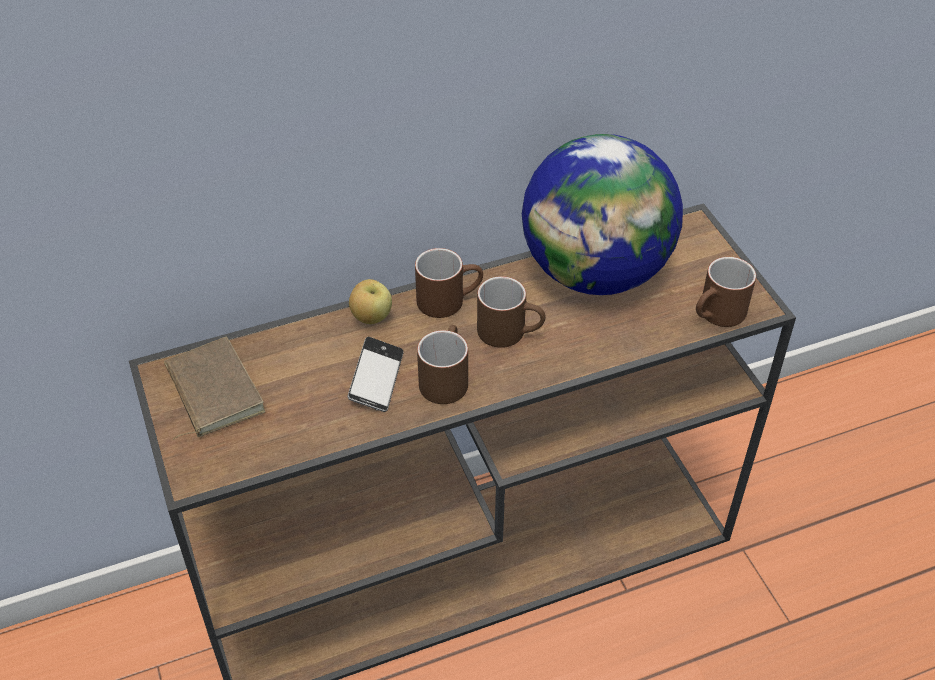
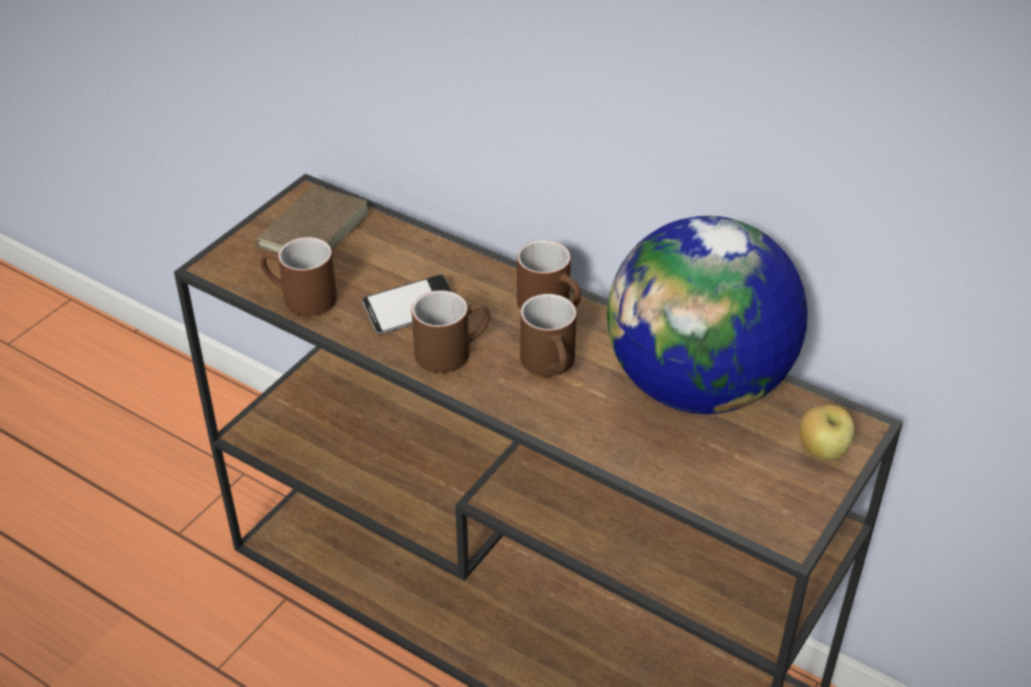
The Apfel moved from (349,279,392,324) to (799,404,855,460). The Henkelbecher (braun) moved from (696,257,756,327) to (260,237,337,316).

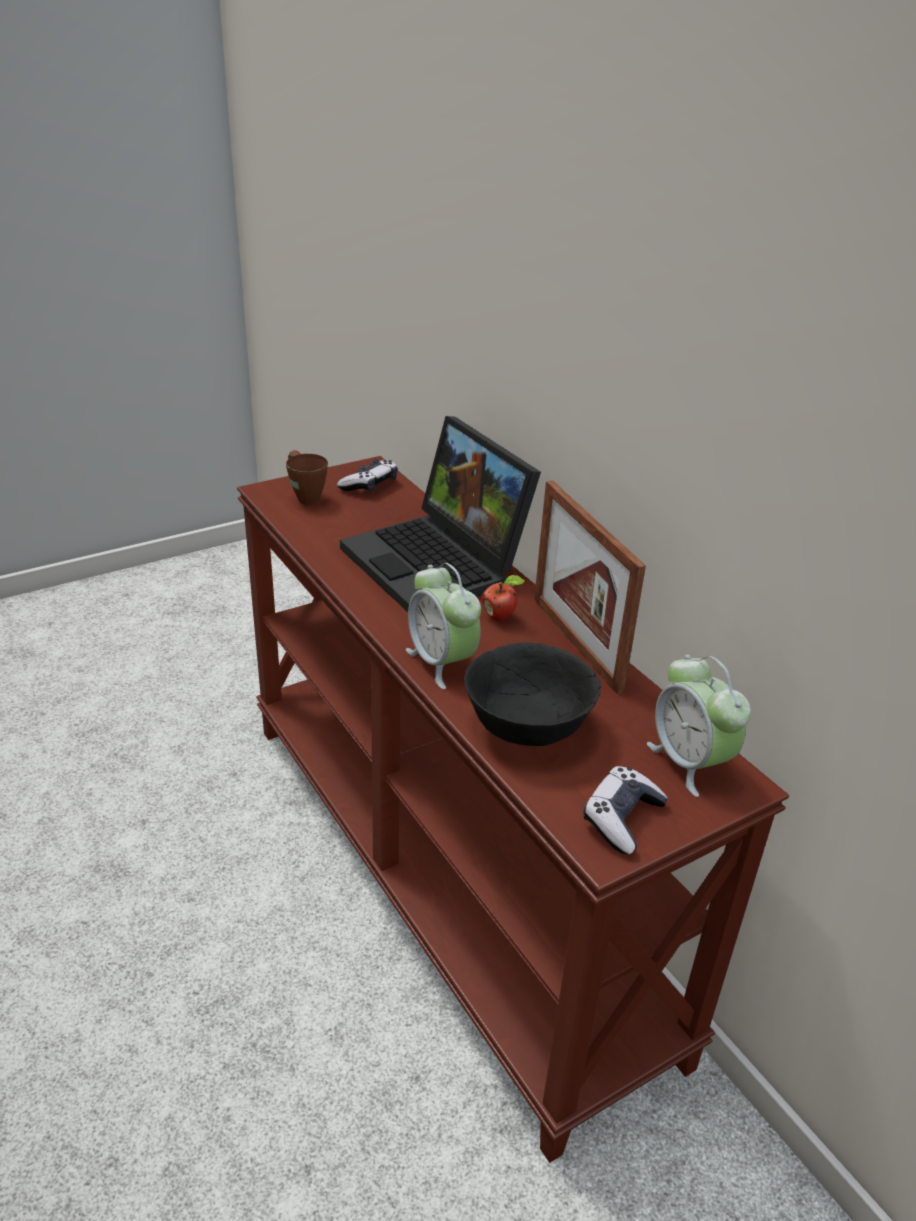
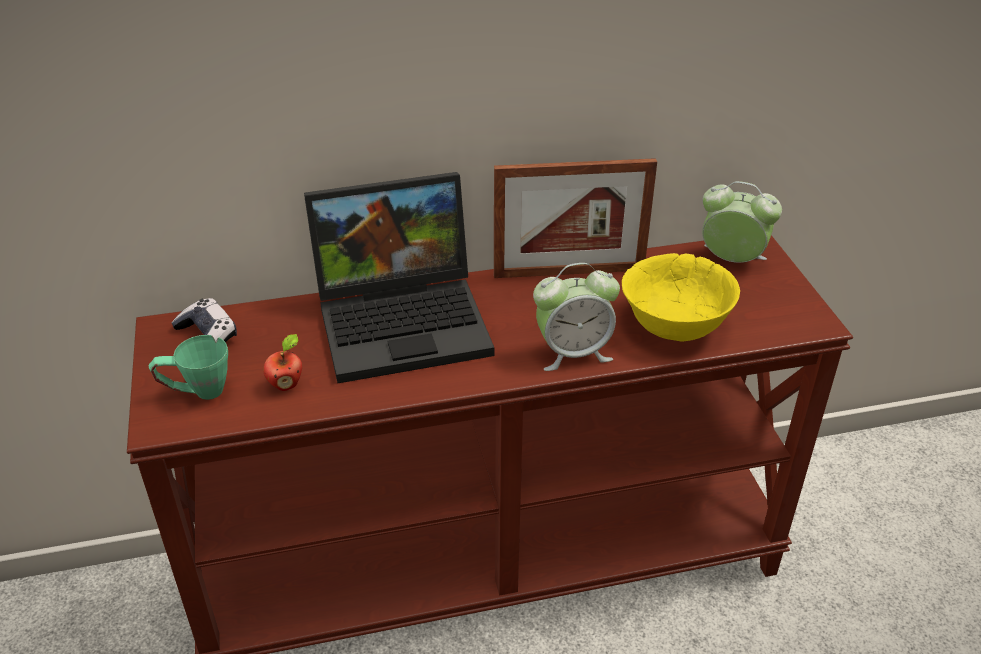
The Henkelbecher (braun) at (286,450,328,505) became the Henkelbecher (grün) at (148,335,228,400). The Schüssel (schwarz) at (464,642,601,746) became the Schüssel (gelb) at (622,253,740,341). The Apfel moved from (482,575,525,622) to (263,334,302,391). The Gamepad at (583,766,668,855) disappeared. The Wecker at (647,655,751,797) turned 150 degrees counterclockwise.

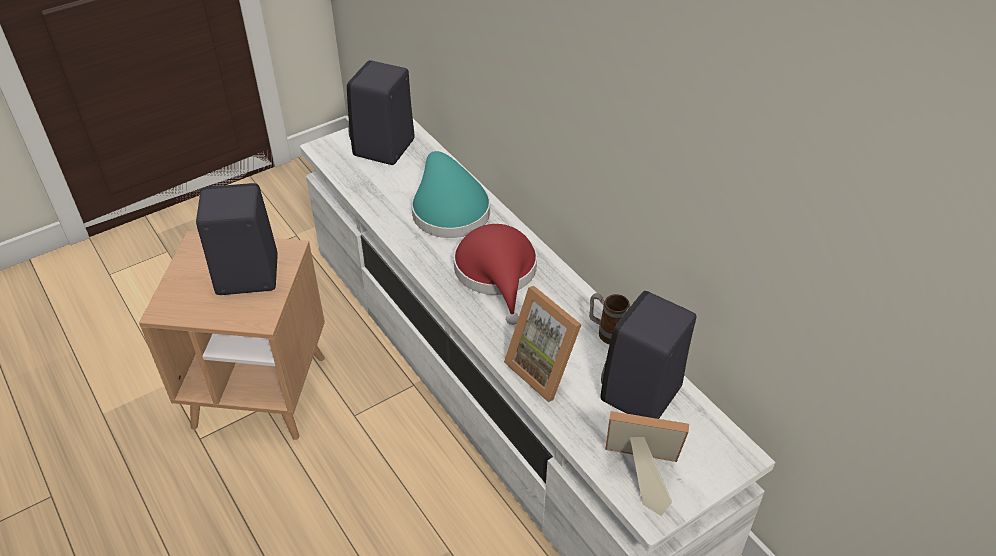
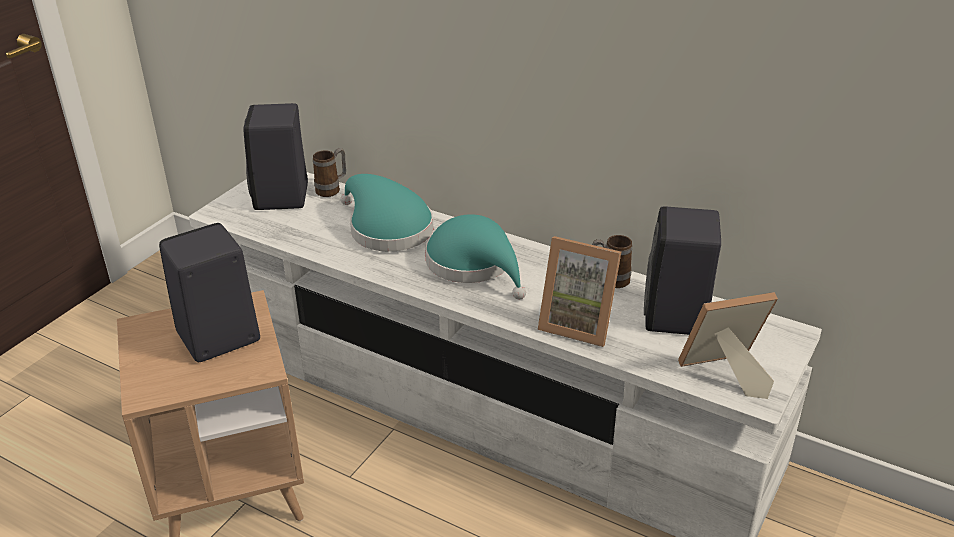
The Hut (rot) at (454,224,537,325) became the Hut (türkis) at (425,214,526,299). The Henkelbecher at (313,148,346,197) appeared.

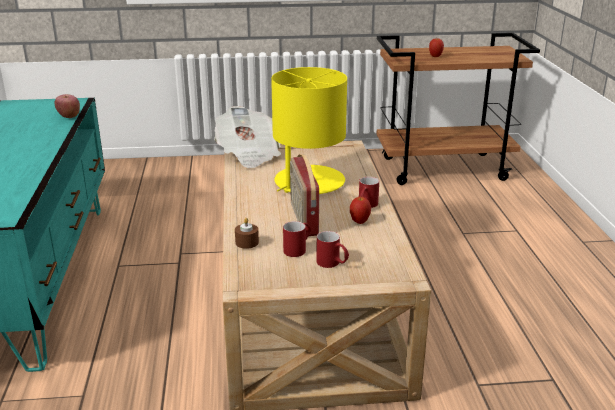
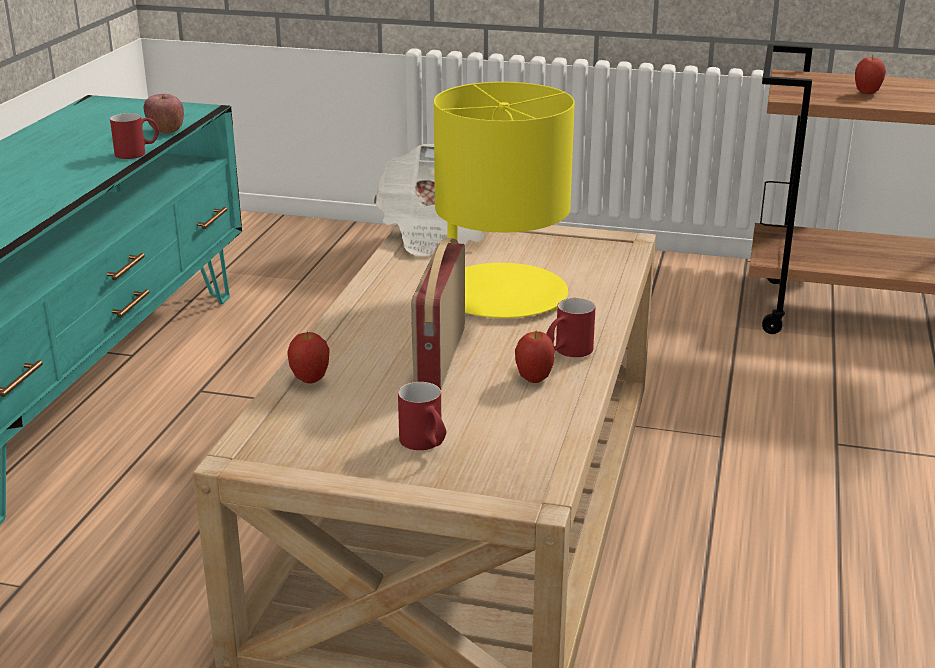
The Kerze (braun) at (235,218,259,249) was replaced by the Apfel at (287,332,329,383). The Henkelbecher (rot) moved from (283,221,311,257) to (110,113,159,159).

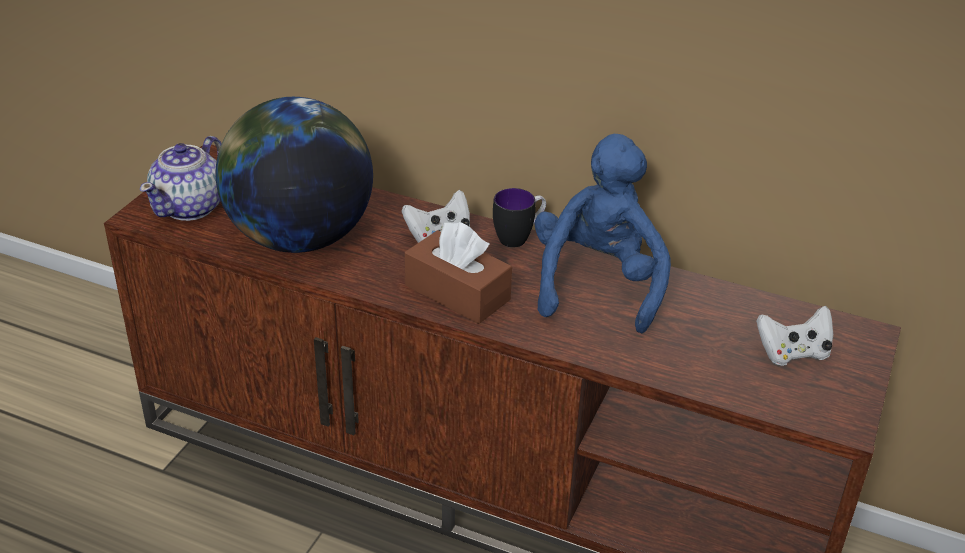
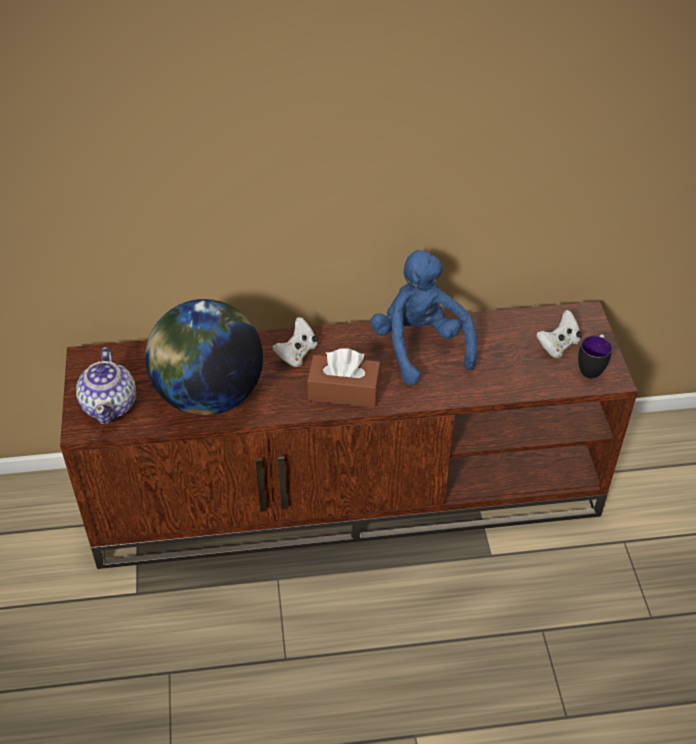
The Henkelbecher moved from (493,188,546,248) to (578,334,612,379).

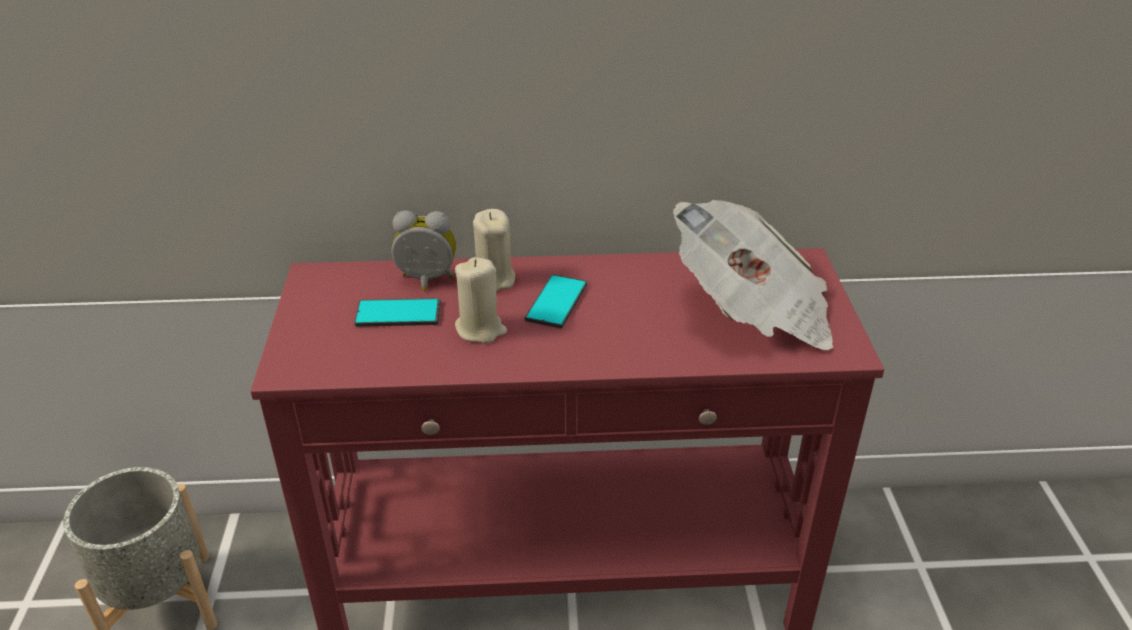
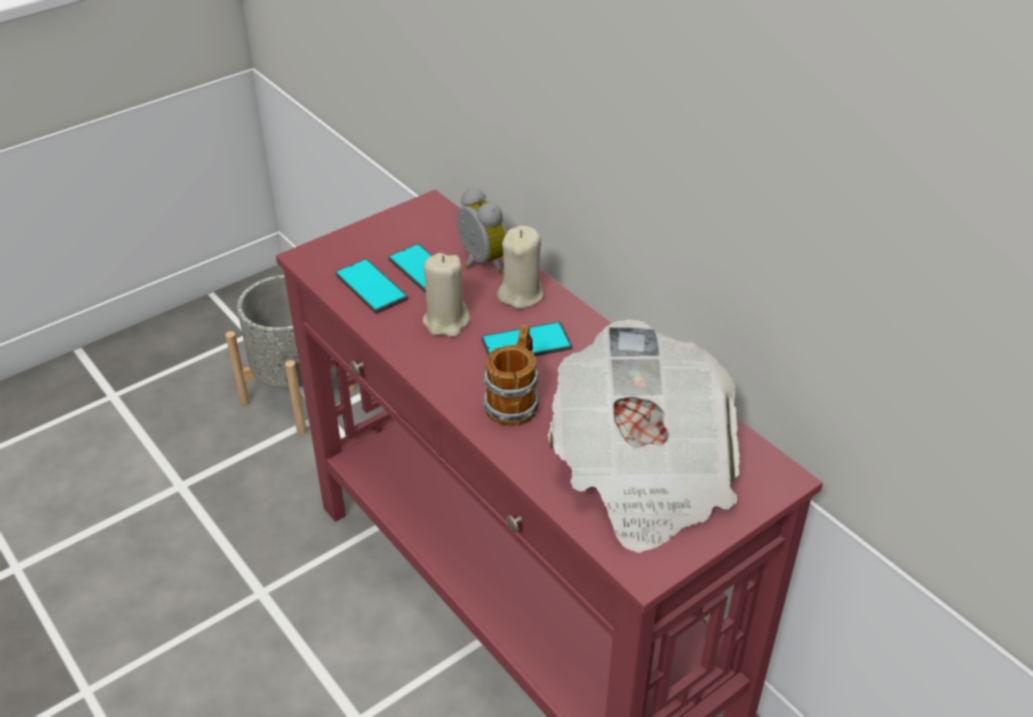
The Handy at (335,259,408,314) appeared. The Henkelbecher at (483,325,540,426) appeared.

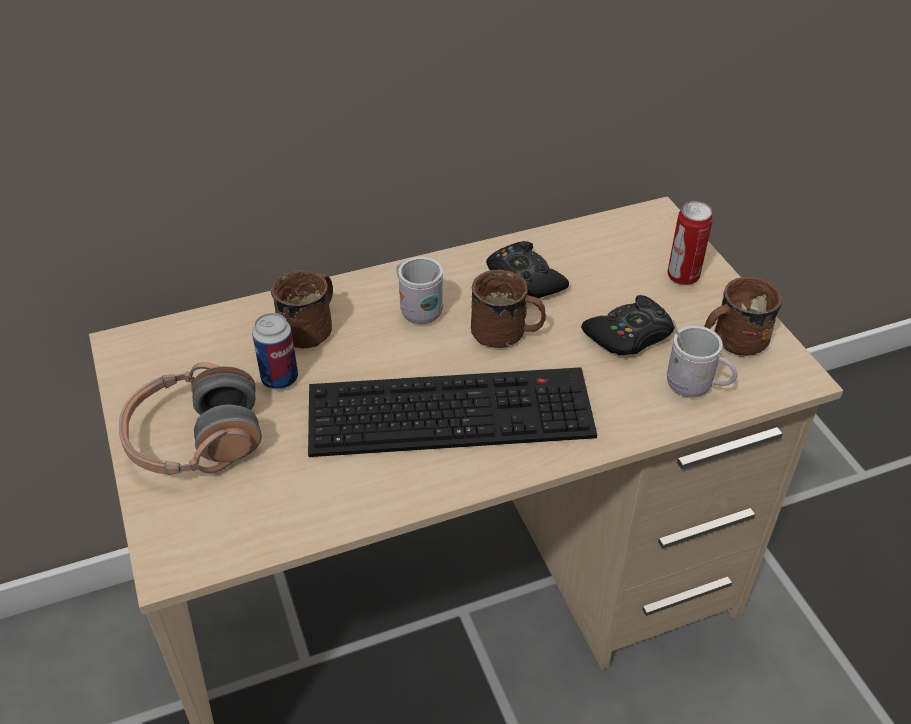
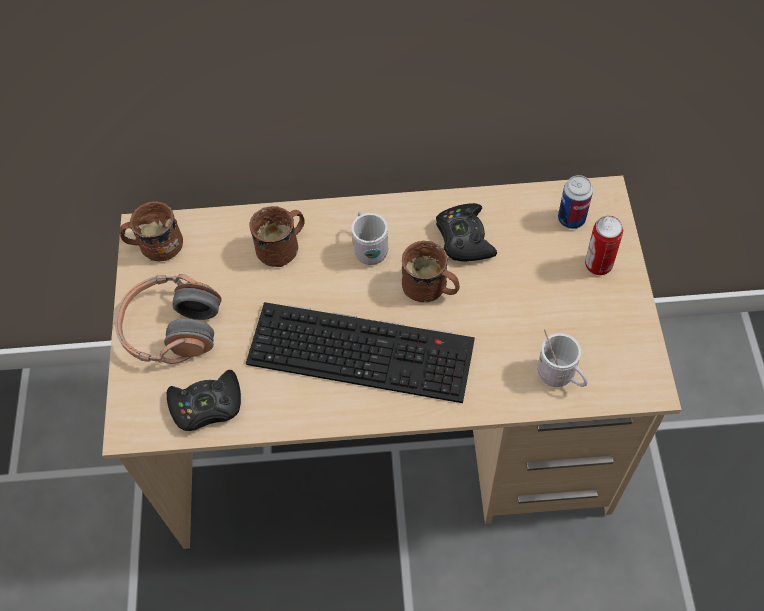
The Dose moved from (252,313,298,390) to (558,175,593,229). The Gamepad (schwarz) moved from (581,295,675,355) to (167,370,241,431). The Henkelbecher (braun) moved from (704,277,782,357) to (120,201,183,261).

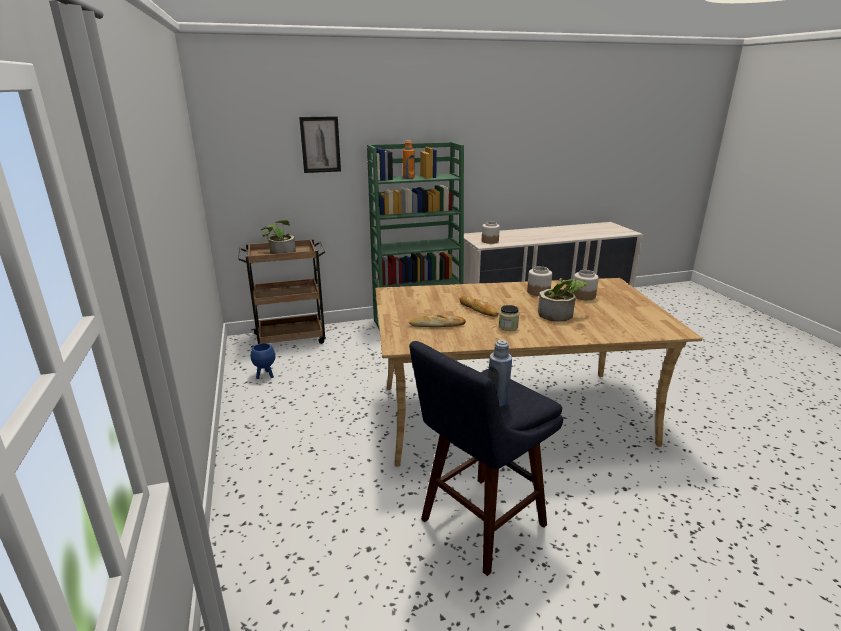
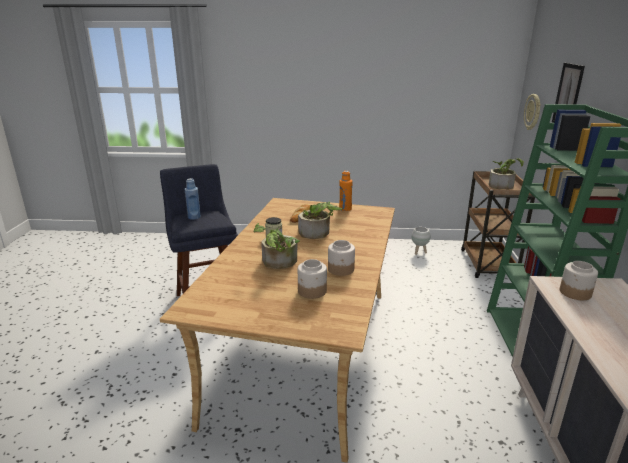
The Pflanzkübel (blau) at (251,343,275,379) became the Pflanzkübel (weiß) at (412,227,430,255). The Flasche (orange) moved from (403,141,415,179) to (339,171,352,211). The Brot at (459,296,499,317) was replaced by the Topfpflanze at (298,201,343,239). The Wanduhr at (524,94,541,130) appeared.

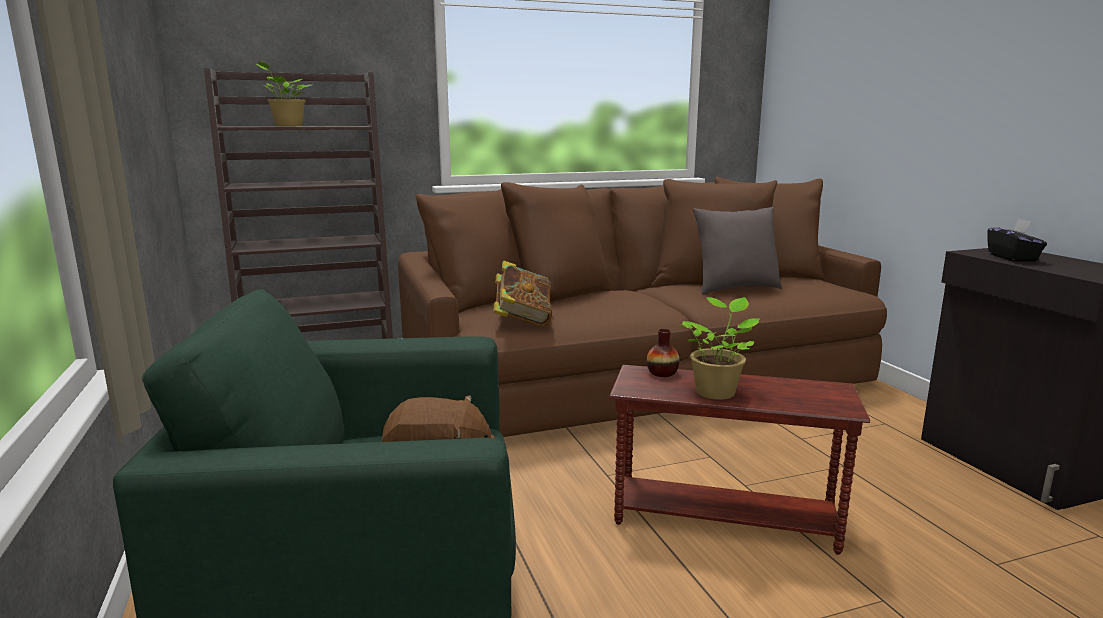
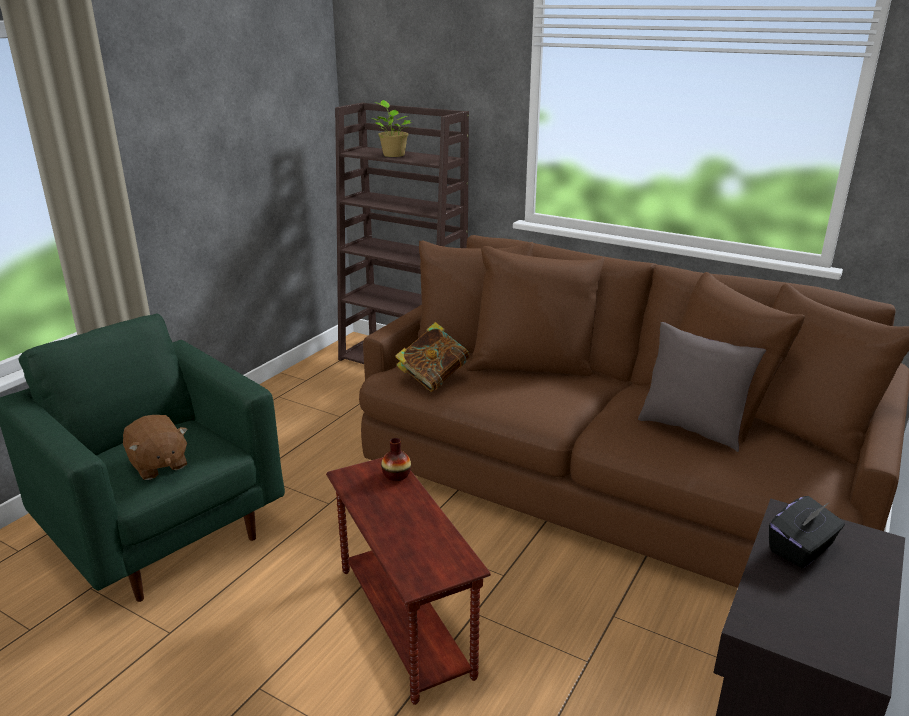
The Topfpflanze at (680,297,759,400) disappeared.

